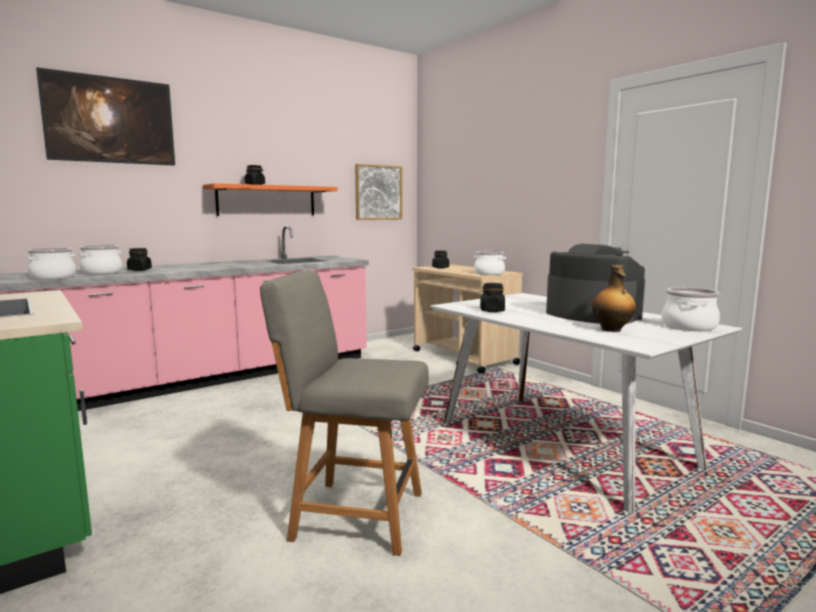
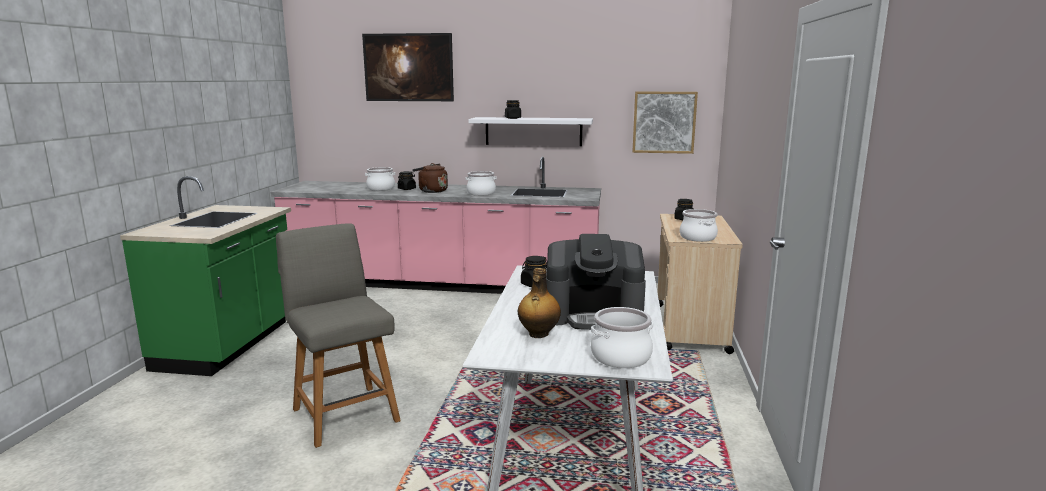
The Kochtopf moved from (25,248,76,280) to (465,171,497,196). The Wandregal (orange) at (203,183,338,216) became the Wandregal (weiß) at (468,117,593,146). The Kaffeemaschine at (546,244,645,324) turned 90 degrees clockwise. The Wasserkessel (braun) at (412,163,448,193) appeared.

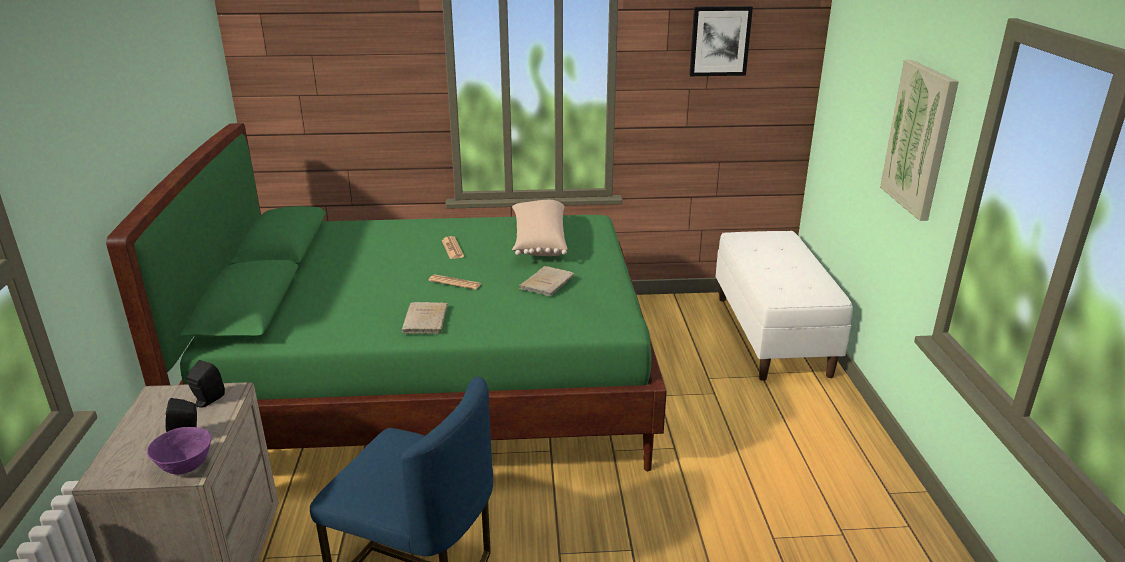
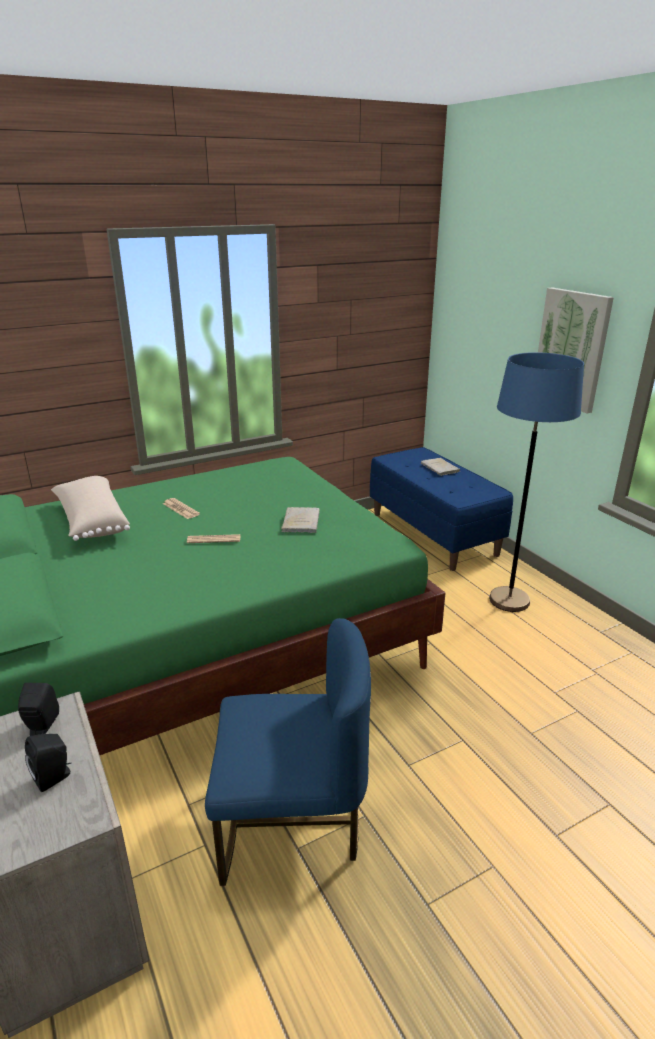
The Schüssel (lila) at (147,427,211,475) disappeared. The Buch (beige) moved from (402,302,448,334) to (421,458,460,476). The Kissen (beige) moved from (512,200,568,256) to (51,476,130,541). The Bild at (689,6,753,76) disappeared. The Bank (weiß) at (716,231,853,381) became the Bank (blau) at (370,447,513,571). The Stehlampe (blau) at (489,352,584,612) appeared.

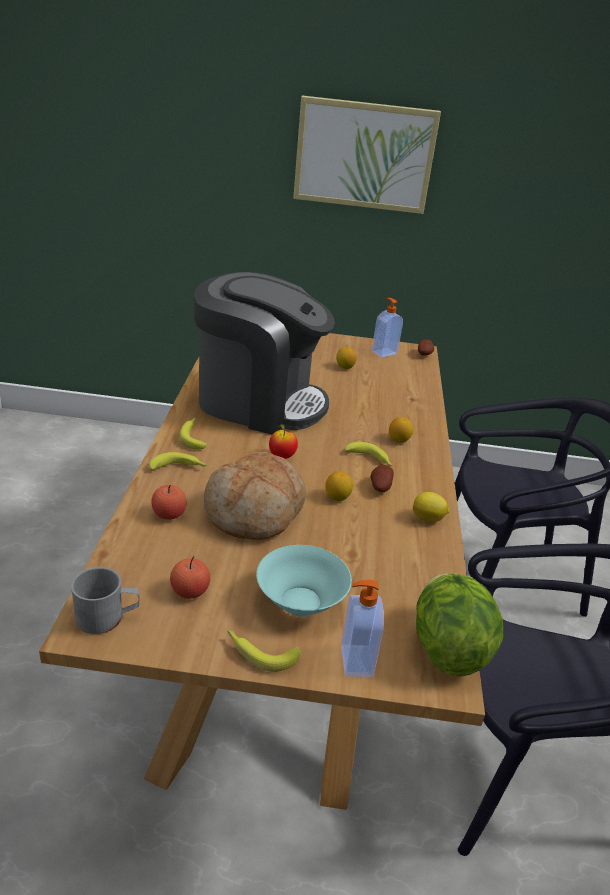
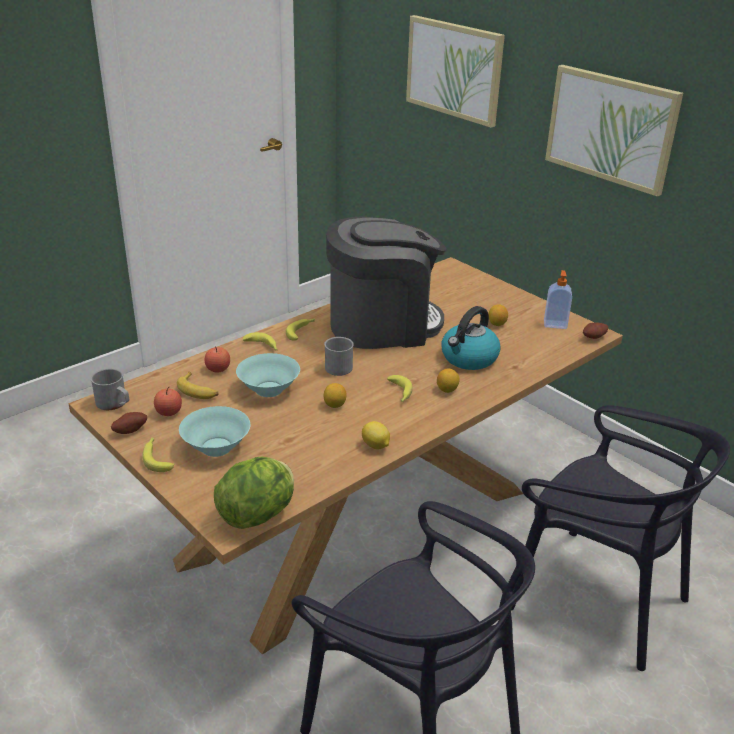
The Kaffeemaschine at (194,272,335,434) turned 75 degrees counterclockwise. The Brot at (204,452,306,540) was replaced by the Schüssel (türkis) at (236,353,300,397). The Apfel at (269,424,298,459) was replaced by the Henkelbecher (grau) at (324,337,354,376). The Seifenspender at (341,580,384,677) disappeared. The Kartoffel moved from (370,465,394,492) to (111,412,147,434). The Banane at (177,372,219,399) appeared. The Bild at (406,15,505,128) appeared. The Wasserkessel at (441,306,501,370) appeared.

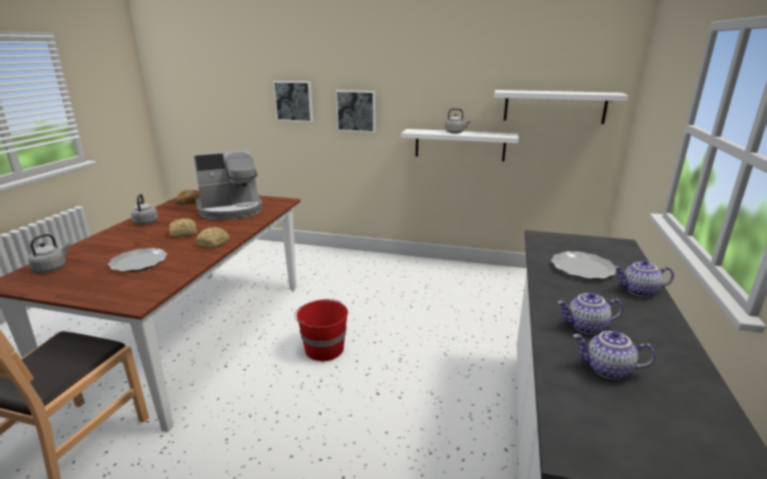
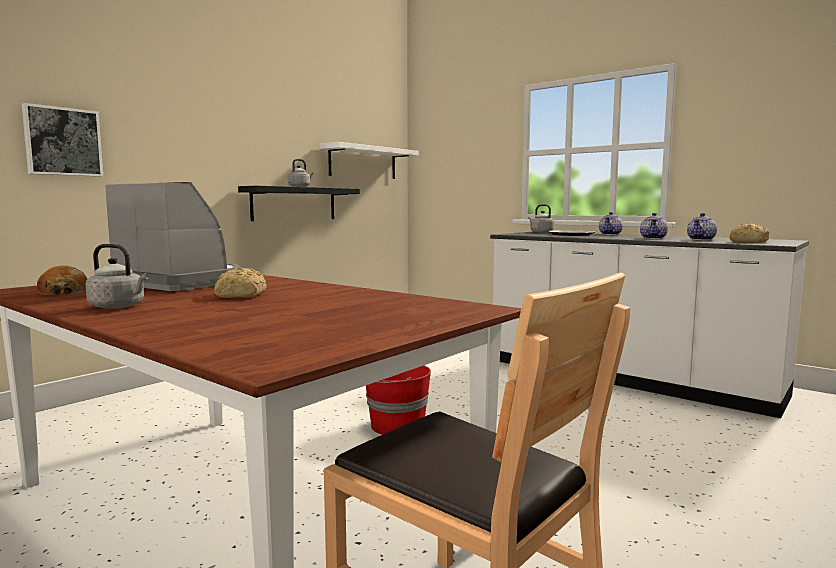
The Wasserkessel (grau) moved from (28,234,70,273) to (528,204,554,233). The Teller at (108,248,167,272) disappeared. The Kaffeemaschine at (194,149,263,220) turned 60 degrees counterclockwise. The Brot moved from (196,227,230,248) to (730,223,769,242). The Bild at (336,90,375,133) disappeared. The Wandregal (weiß) at (401,129,519,162) became the Wandregal (schwarz) at (238,186,360,221).

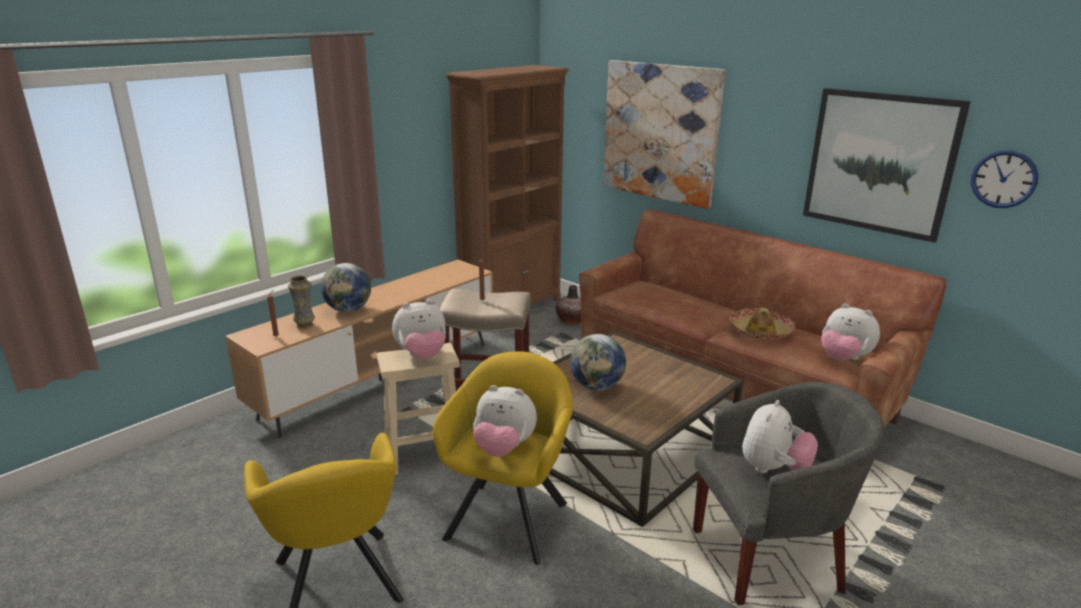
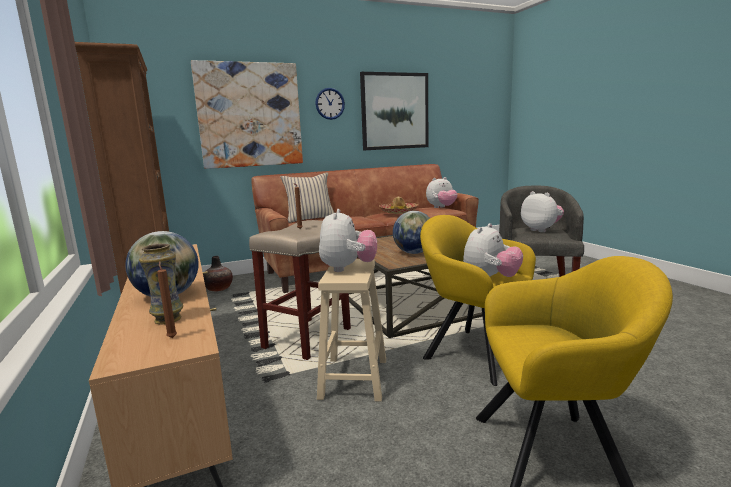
The Wanduhr moved from (970,150,1039,208) to (315,88,345,120). The Kissen (beige) at (280,173,334,223) appeared.

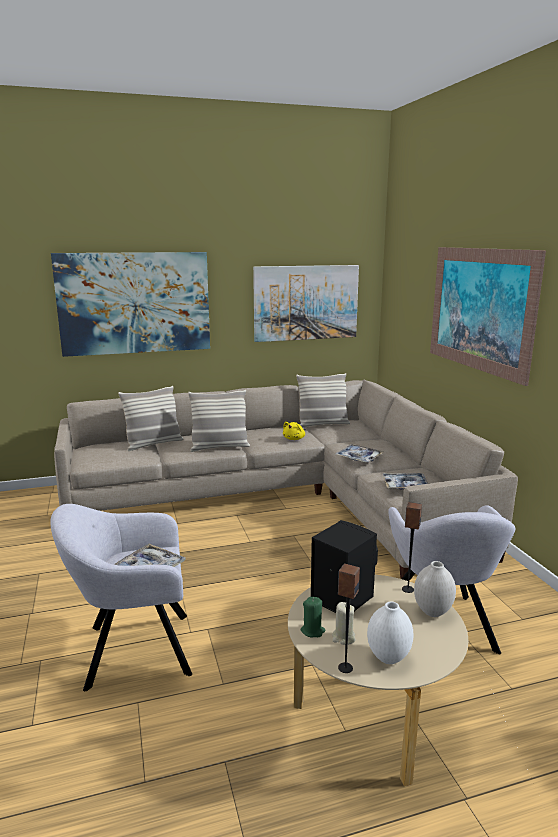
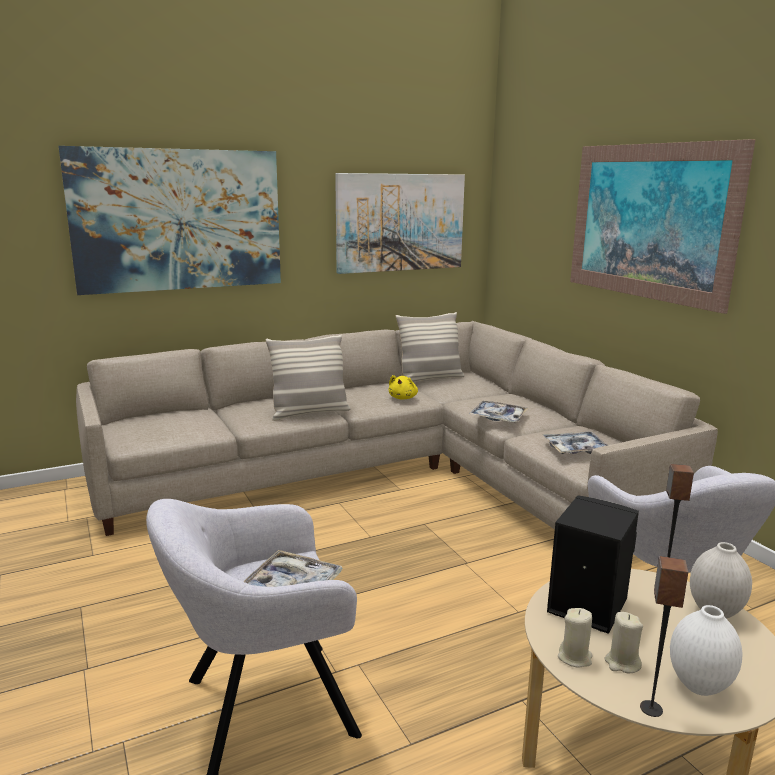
The Kissen at (118,386,183,451) disappeared. The Kerze (grün) at (301,597,325,637) became the Kerze (beige) at (558,608,593,668).

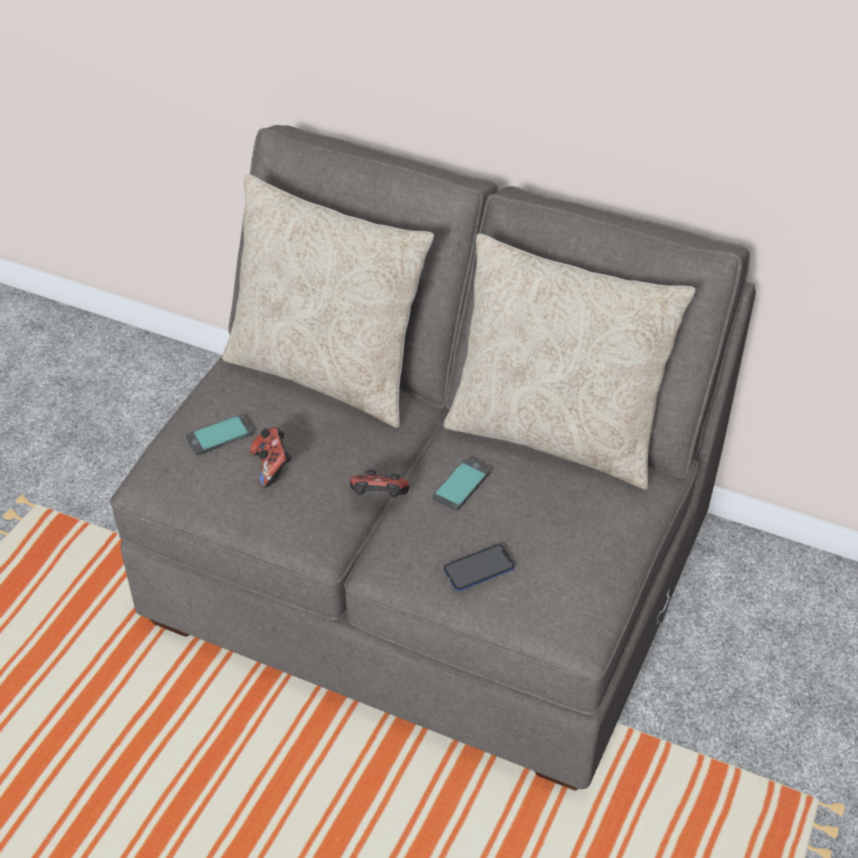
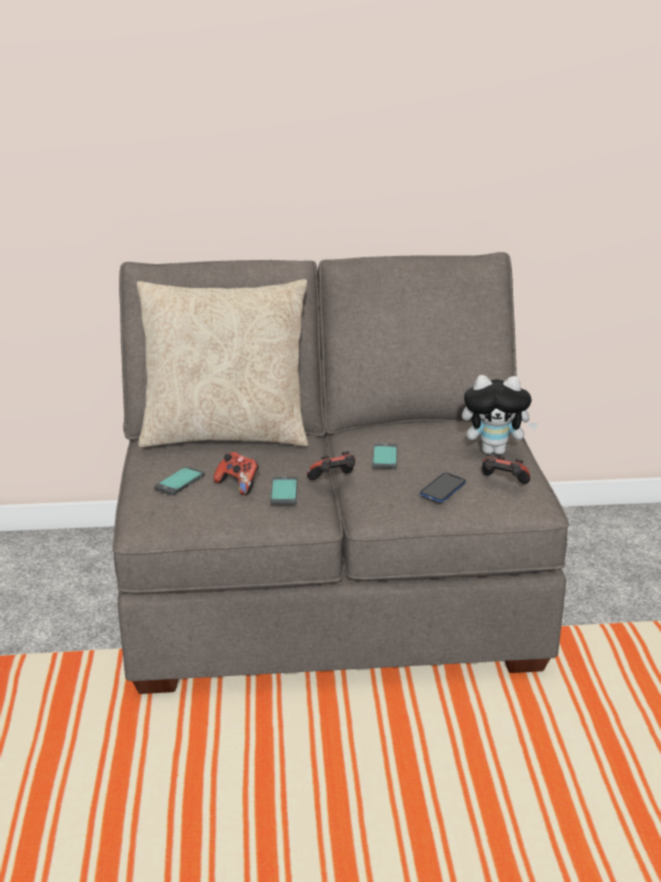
The Kissen (beige) at (443,233,696,490) disappeared. The Handy at (270,476,298,504) appeared. The Plüschtier at (462,375,538,455) appeared. The Gamepad at (482,456,530,484) appeared.

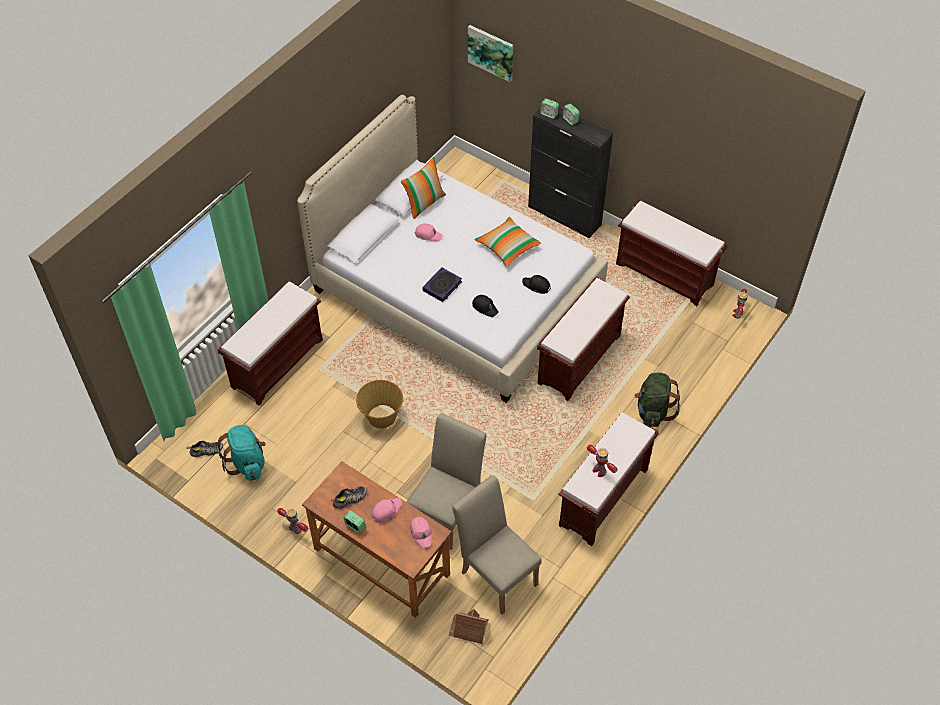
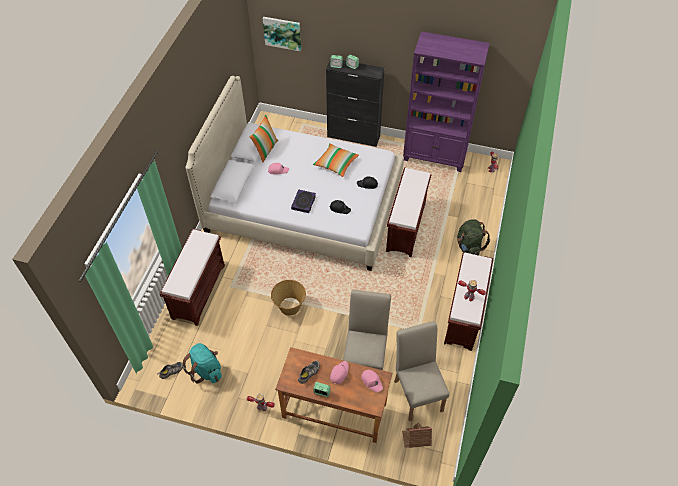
The Stuhl (beige) at (452,475,542,614) turned 45 degrees clockwise. The Bank (braun) at (616,200,728,306) was replaced by the Bücherregal (lila) at (403,31,490,172).

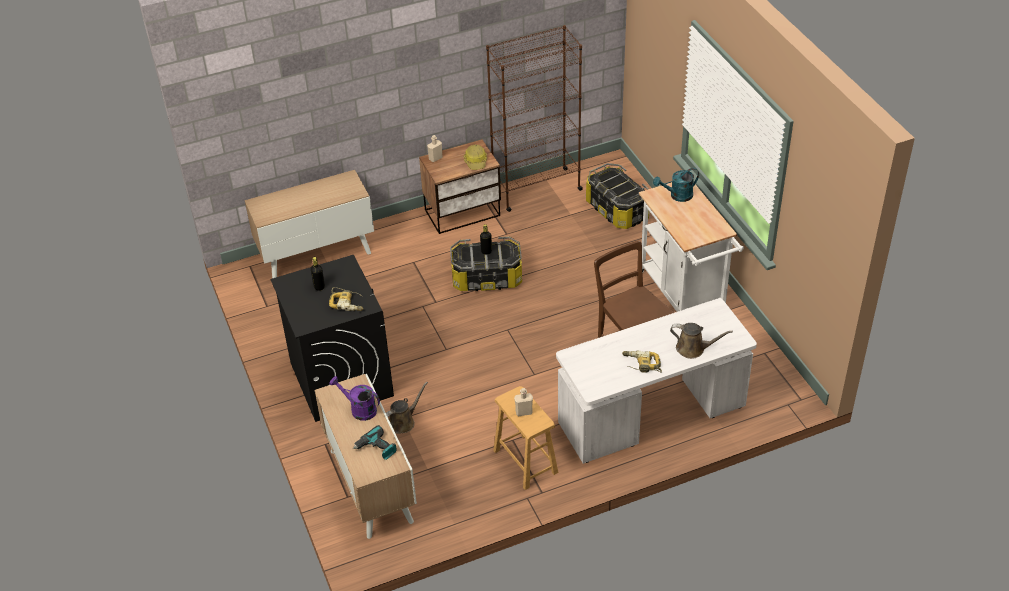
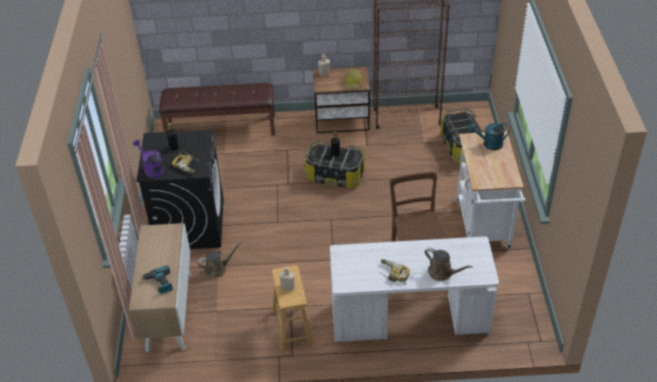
The Schrank at (245,170,374,278) was replaced by the Bank (braun) at (159,83,275,136). The Gießkanne (lila) moved from (329,376,380,421) to (133,139,164,178).

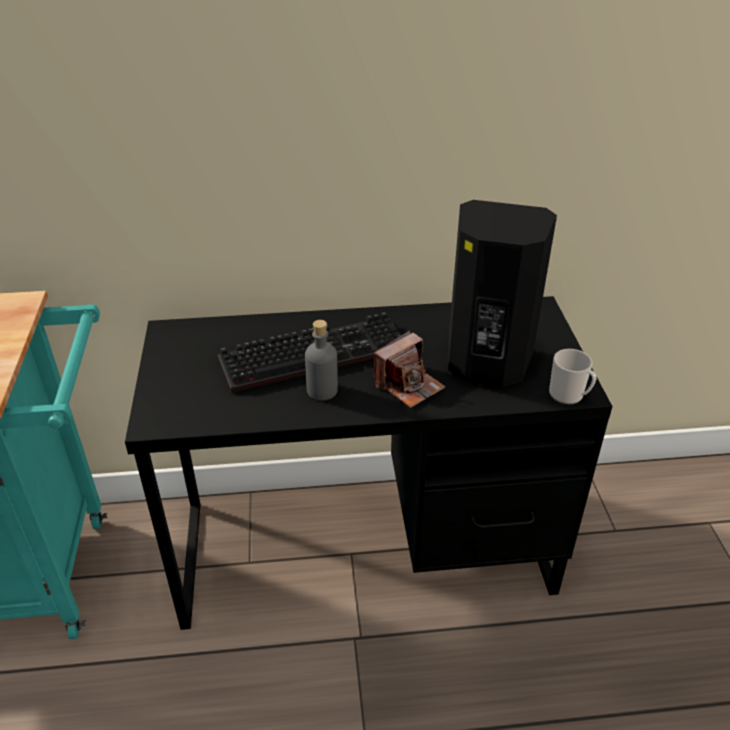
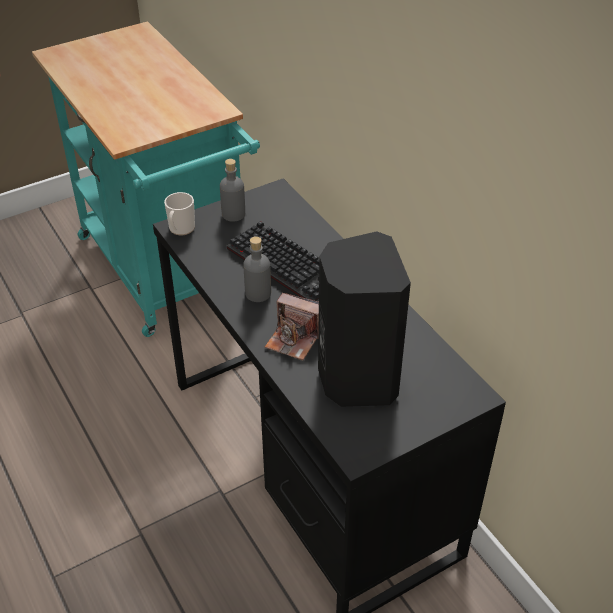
The Henkelbecher moved from (549,349,597,404) to (164,192,195,235). The Flasche (grau) at (220,159,245,222) appeared.

